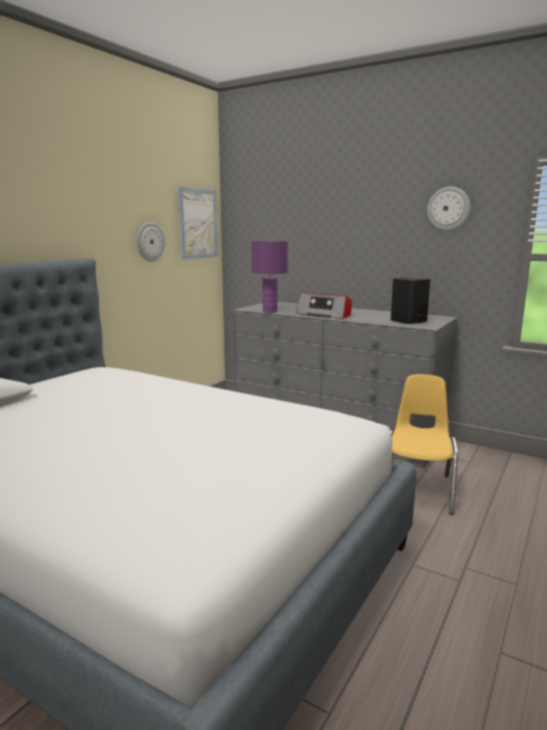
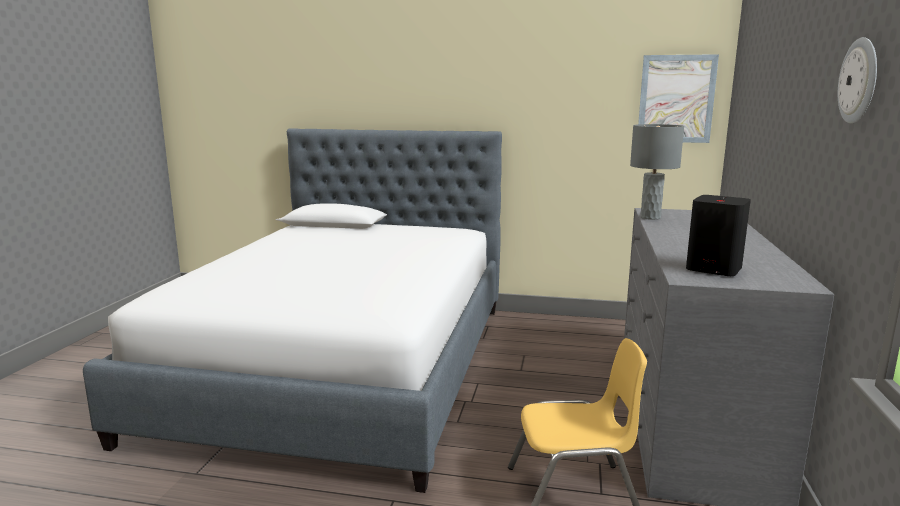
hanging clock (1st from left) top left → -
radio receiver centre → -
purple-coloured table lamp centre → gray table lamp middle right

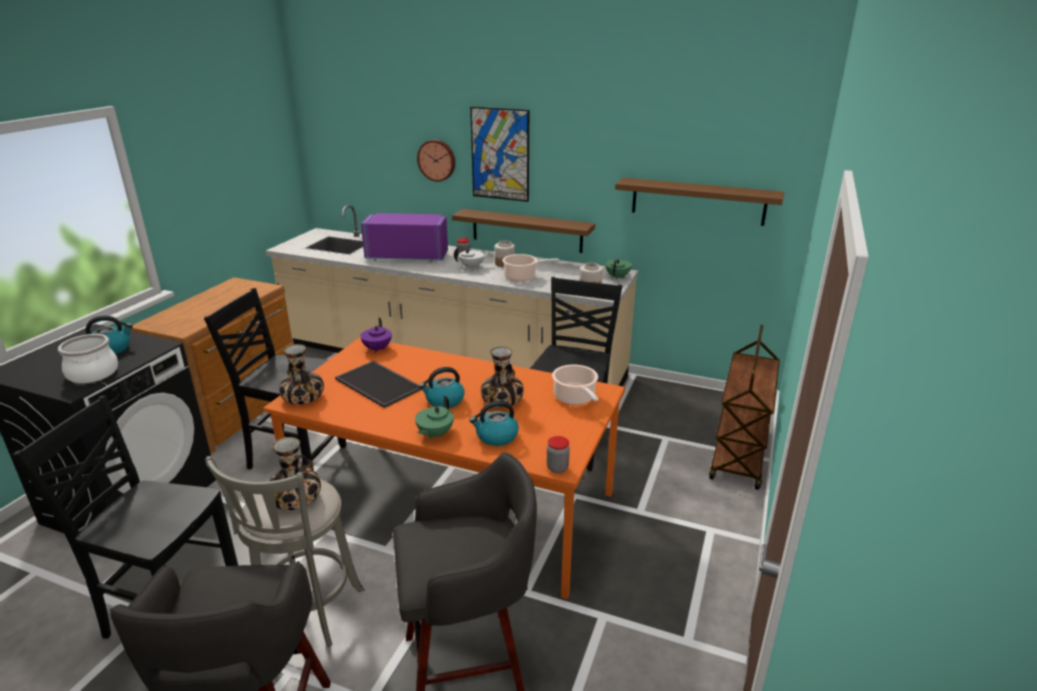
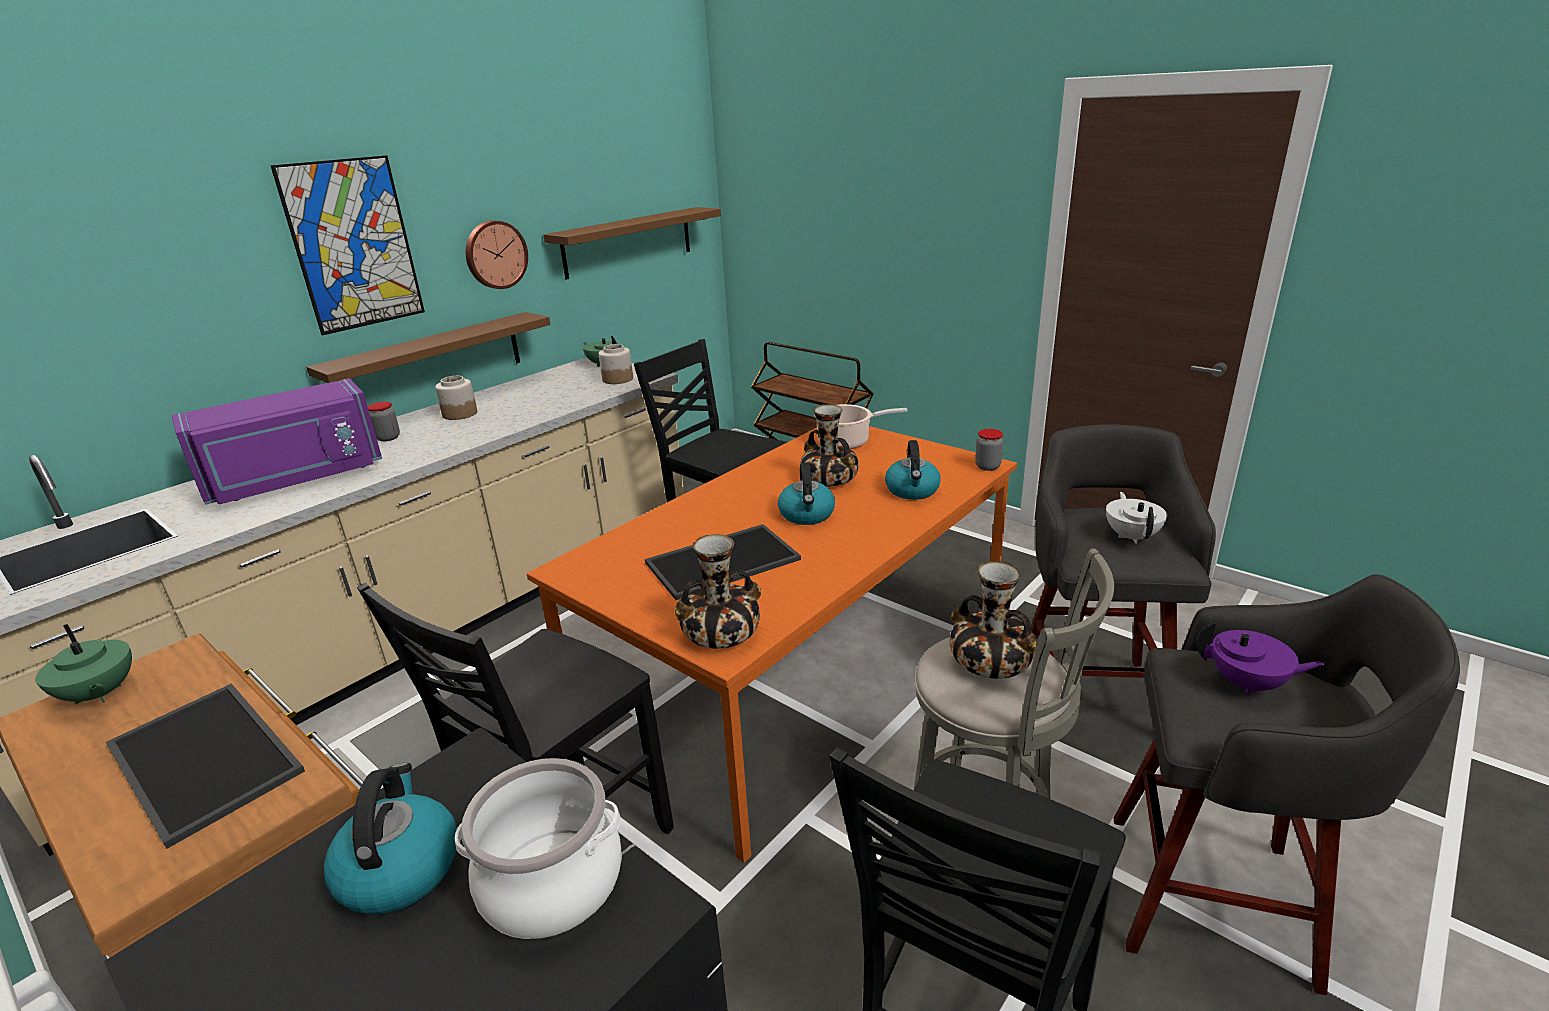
saucepot (2nd from left) centre → -
- → carrying tray (1st from left) bottom left
purple-coloured tea pot centre → purple-coloured tea pot middle right, move
greenish tea pot (1st from left) centre → greenish tea pot (1st from left) middle left, move
hanging clock top centre → hanging clock top left, move
white-coloured tea pot centre → white-coloured tea pot middle right, move
purple-coloured microwave oven centre → purple-coloured microwave oven middle left, 150 degrees counterclockwise

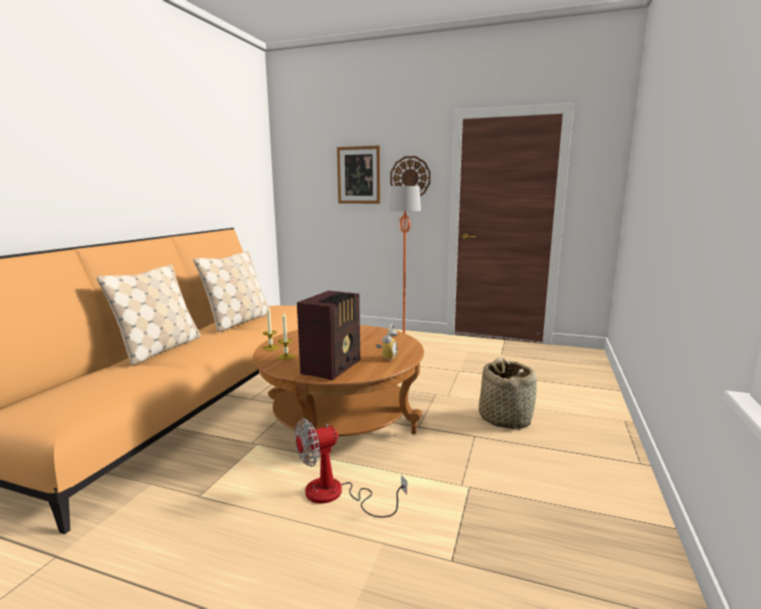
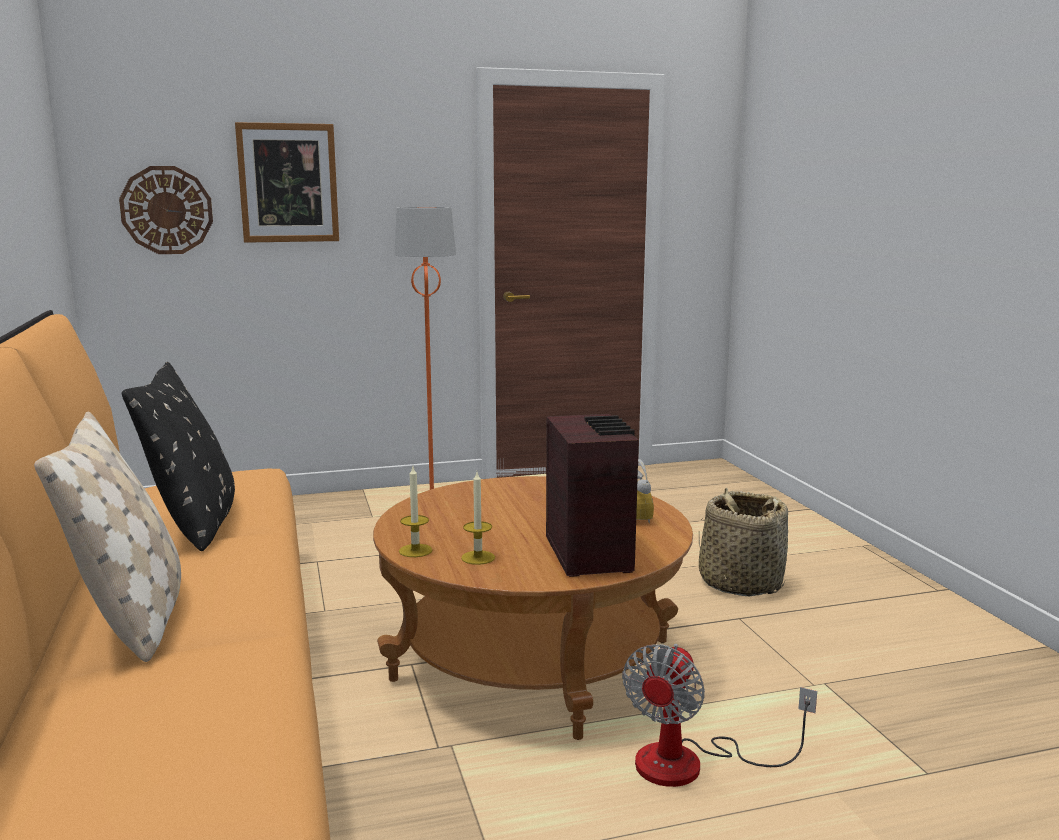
hanging clock top centre → hanging clock top left, move
sand-coloured pillow (2nd from left) middle left → blackish pillow middle left

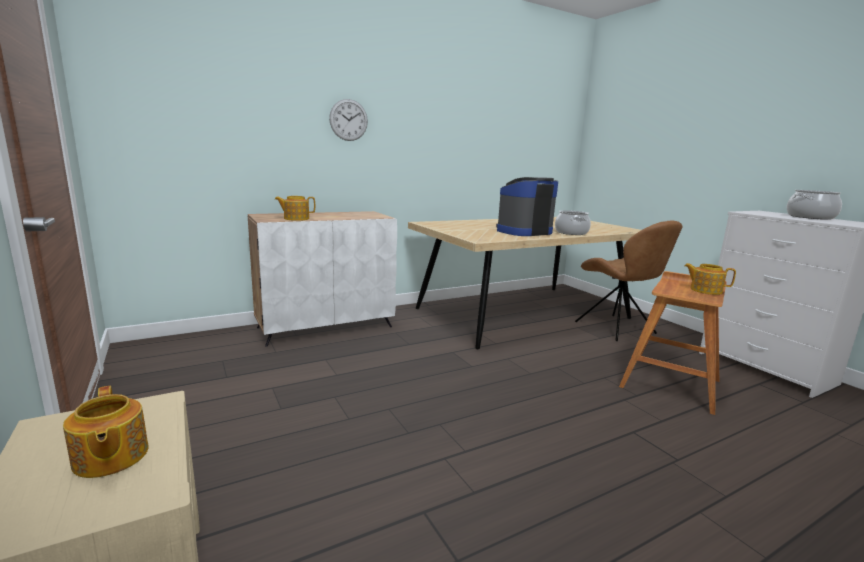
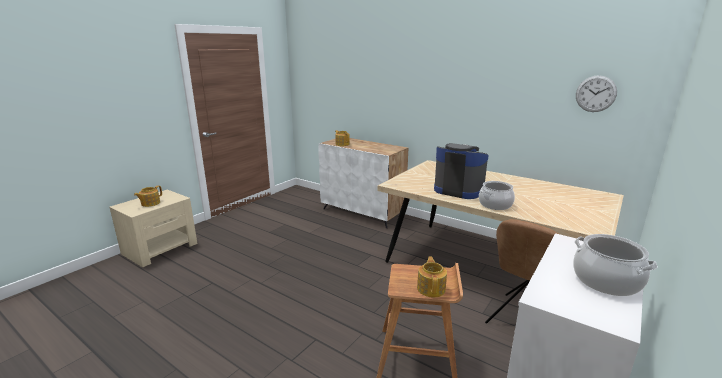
hanging clock top centre → hanging clock top right, move

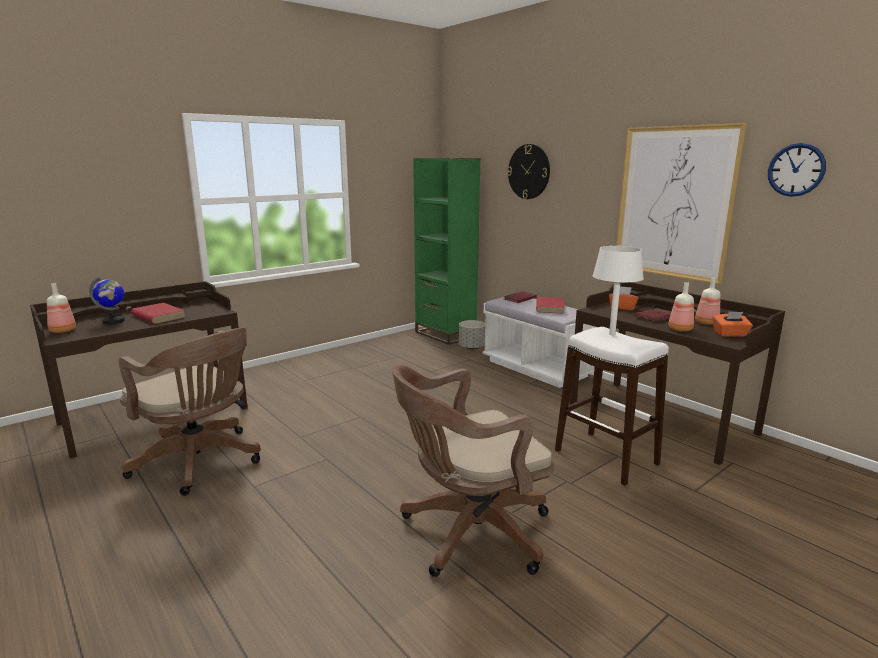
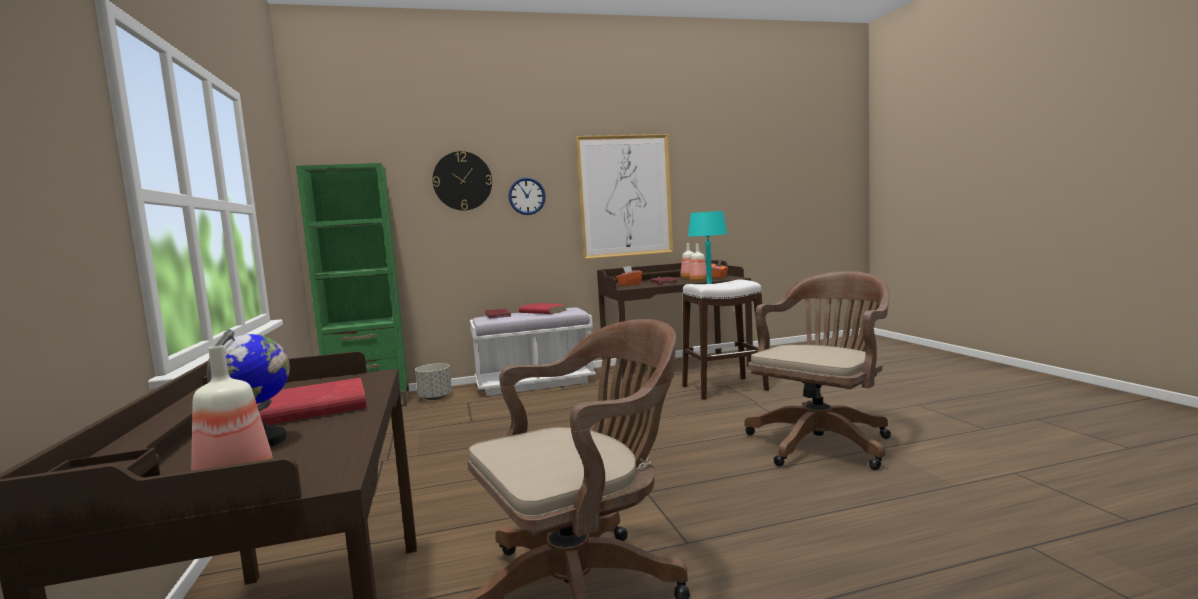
hanging clock (2nd from left) top right → hanging clock (2nd from left) top centre, move
white-coloured table lamp middle right → blue-green table lamp centre
brown-coloured computer chair (2nd from left) bottom centre → brown-coloured computer chair (2nd from left) middle right, 135 degrees counterclockwise

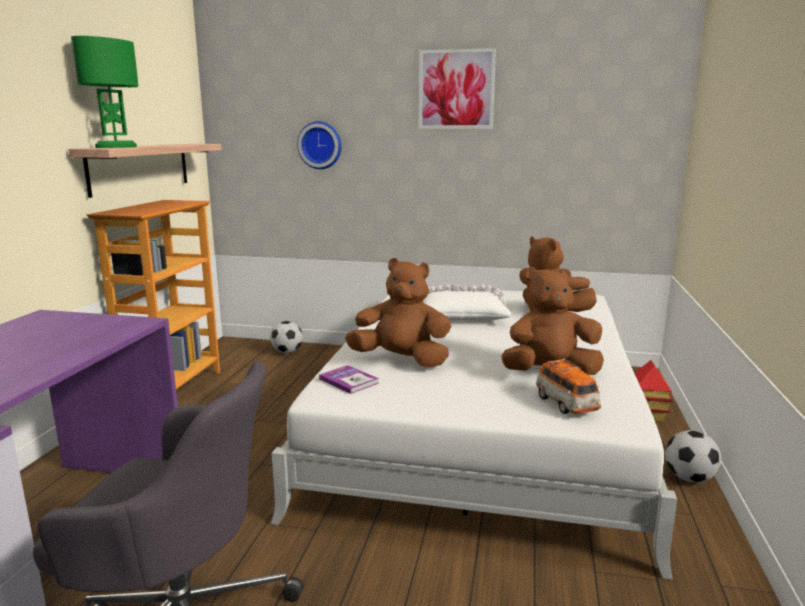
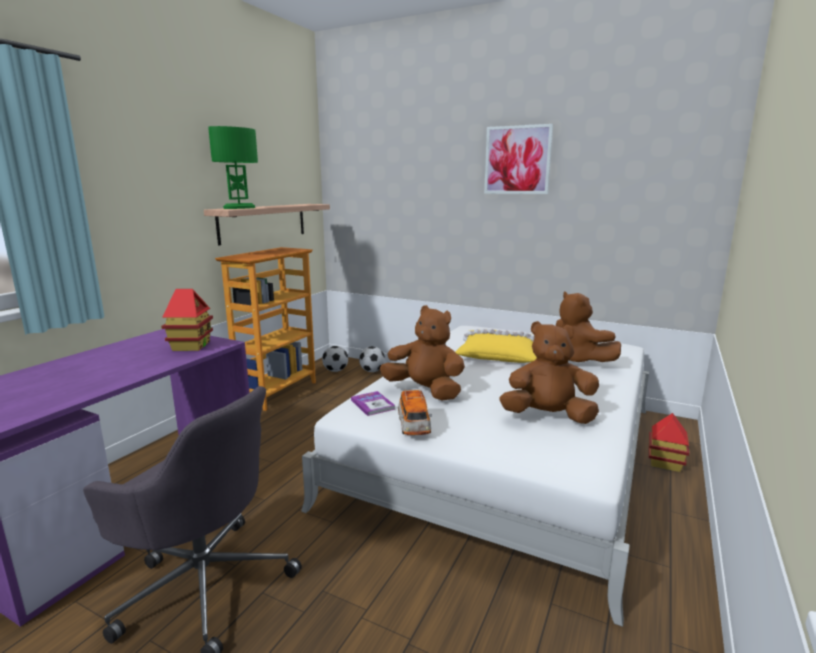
hanging clock top centre → -
- → miniature house (1st from left) middle left
toy car middle right → toy car centre, move
football ball (2nd from left in the first image) bottom right → football ball (1st from left) centre, move
white-coloured pillow centre → yellow-coloured pillow centre

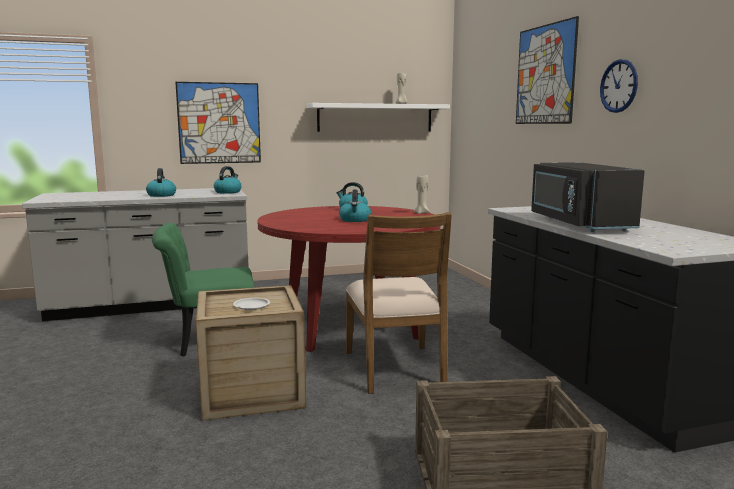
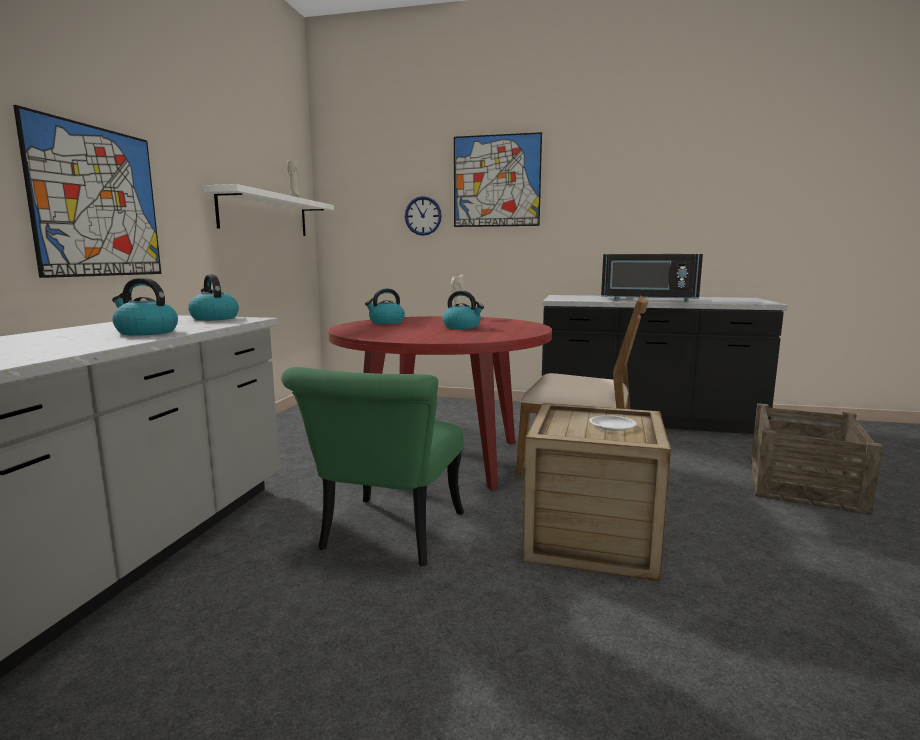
hanging clock top right → hanging clock top centre, move

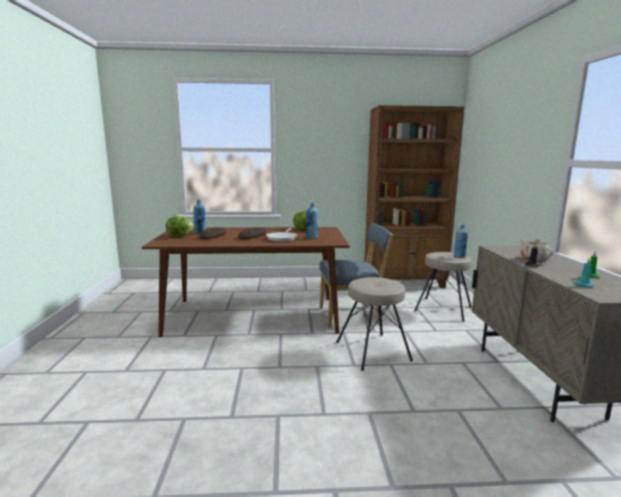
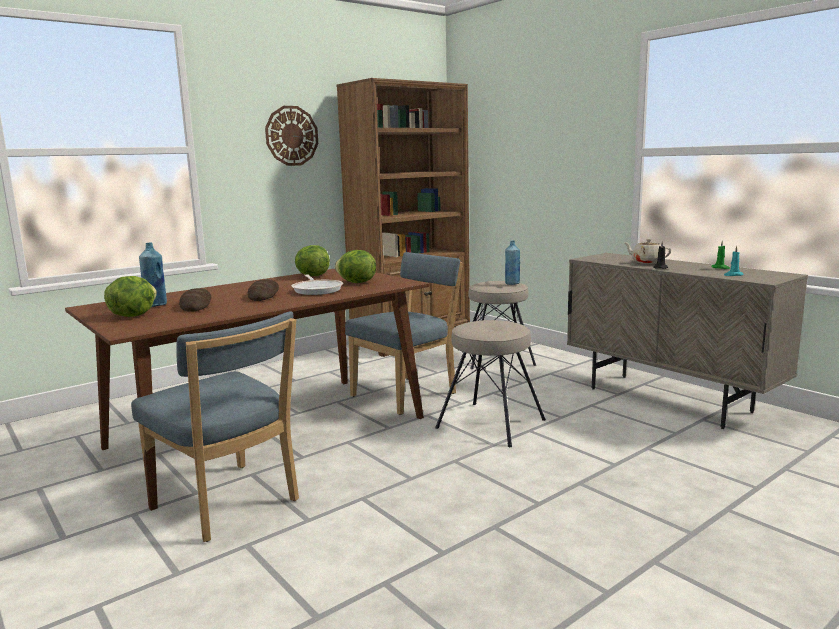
- → blue-coloured plain chair (1st from left) bottom left
- → hanging clock top centre
blue-coloured drink bottle (2nd from left) centre → head of lettuce (3rd from left) centre

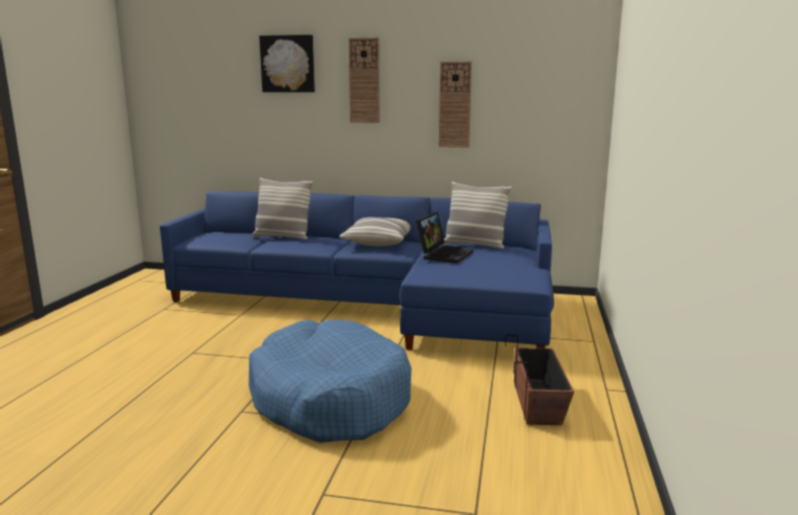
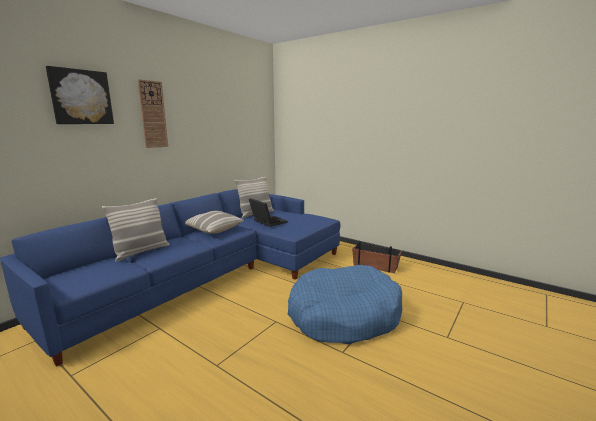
hanging clock (2nd from left) top centre → -

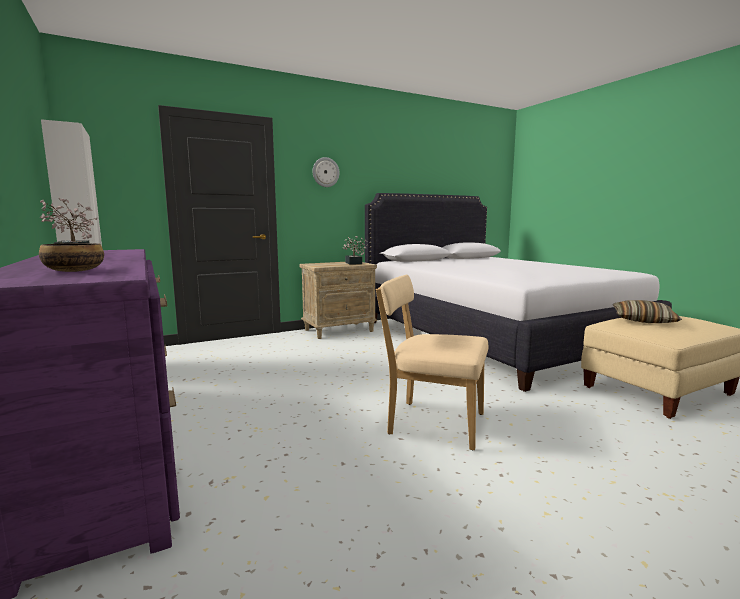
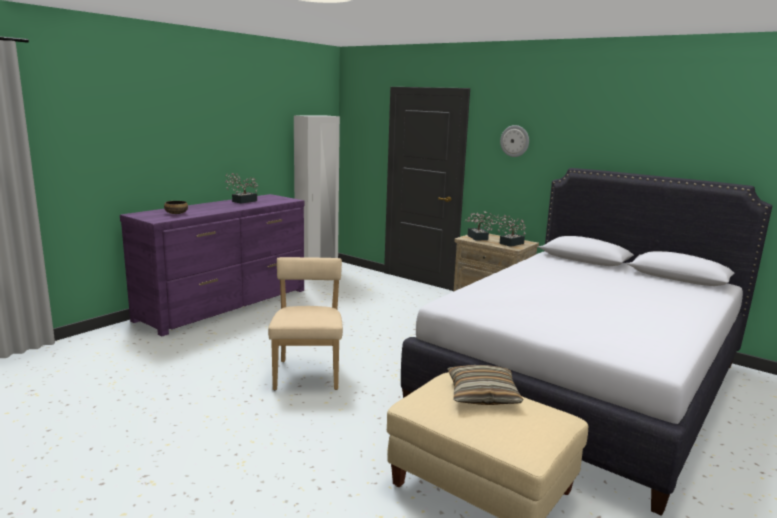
- → potted plant (2nd from left) centre

